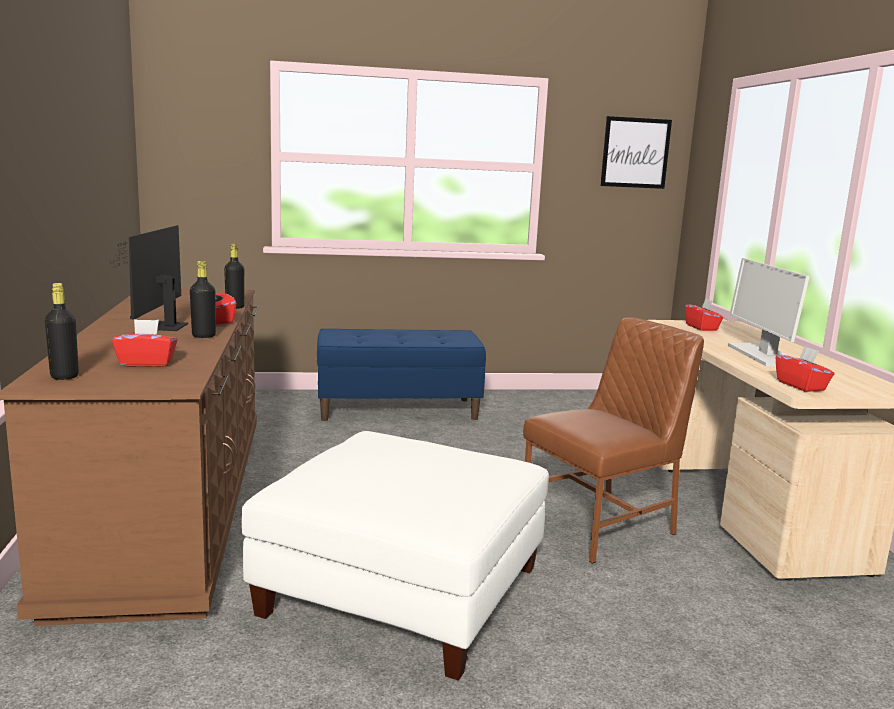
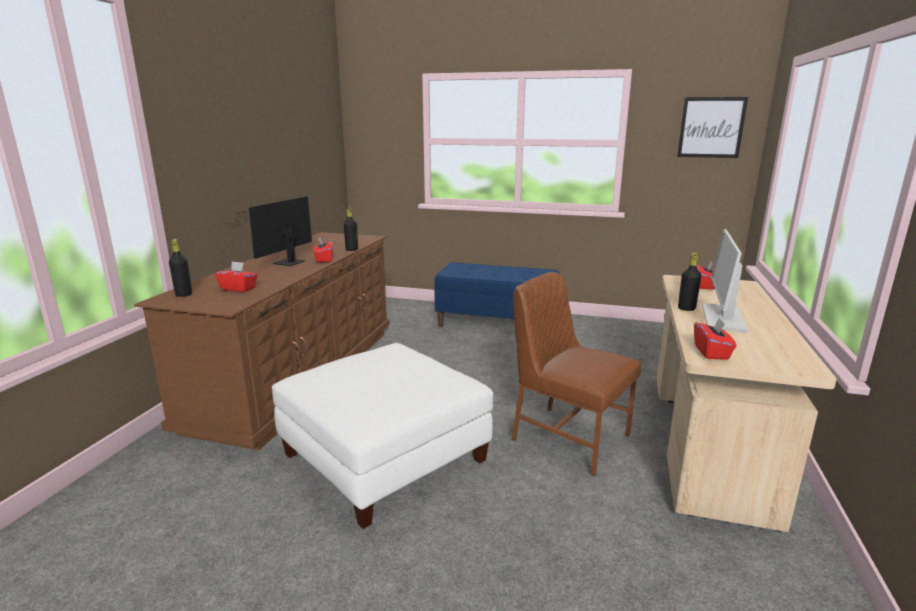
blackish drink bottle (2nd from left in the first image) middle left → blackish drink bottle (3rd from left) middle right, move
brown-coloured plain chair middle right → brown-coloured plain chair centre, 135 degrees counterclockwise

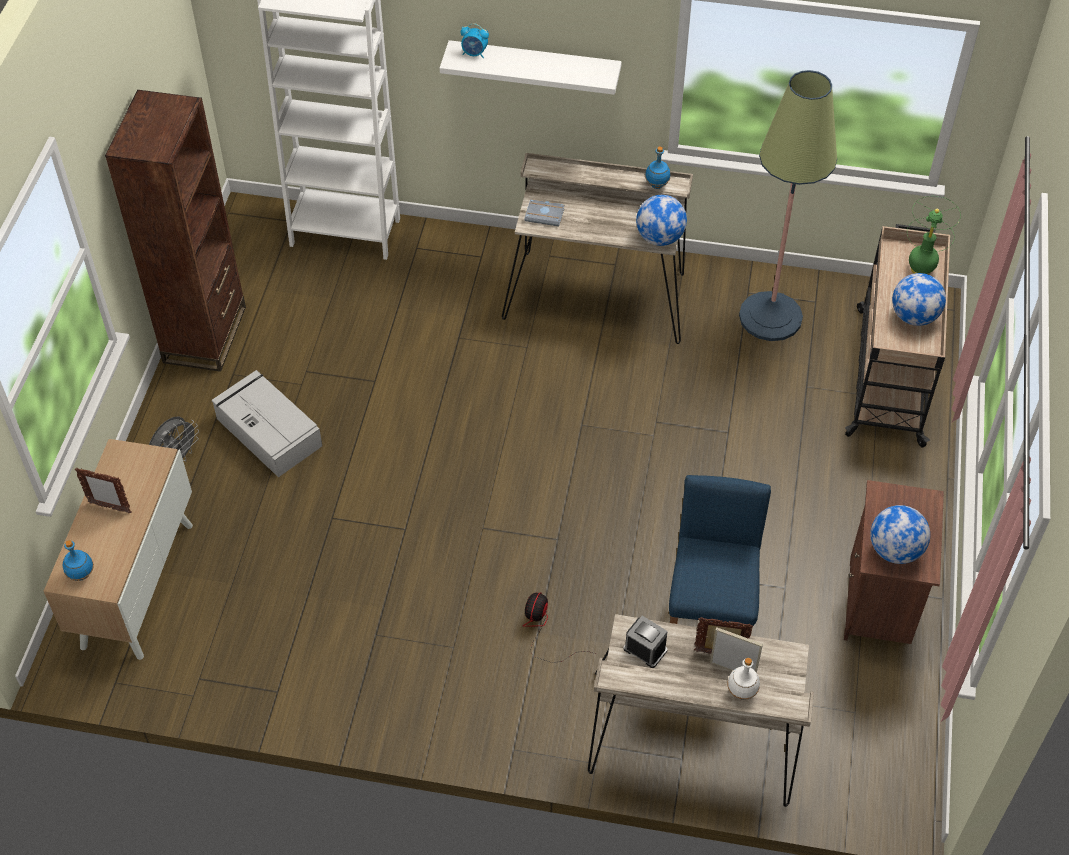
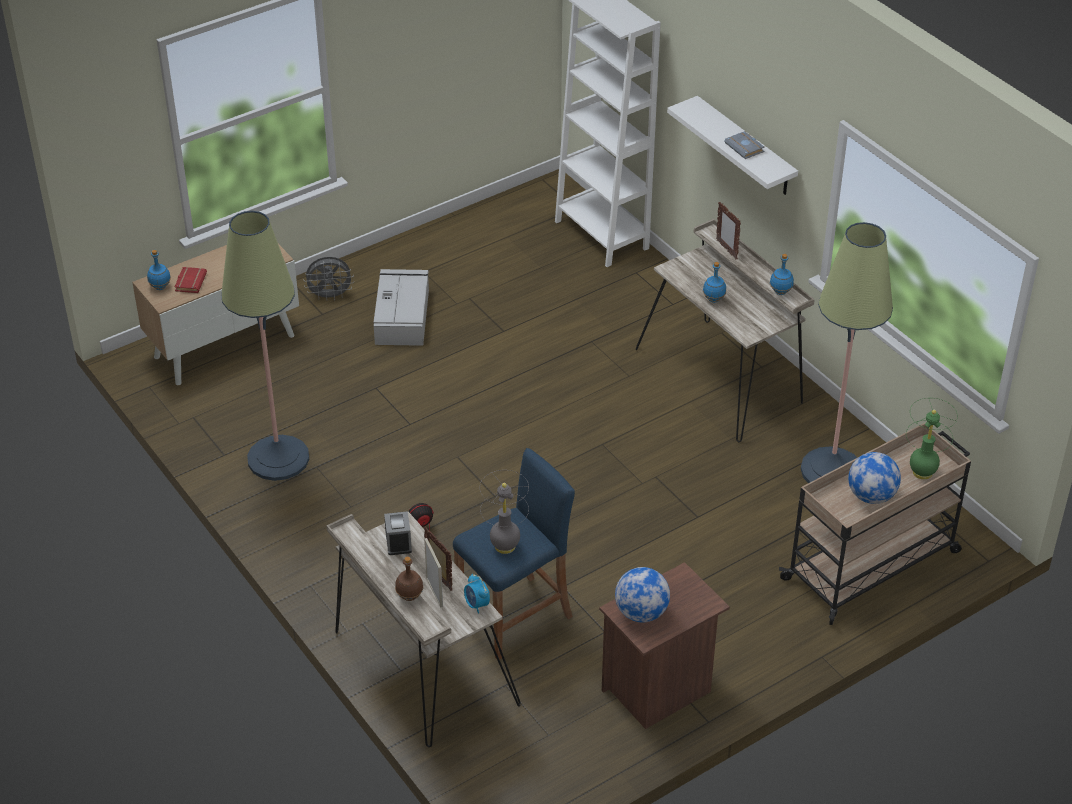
brown-coloured bookcase top left → -
desk globe (1st from left) top centre → -
- → red-coloured book middle left
- → standing lamp (1st from left) middle left
- → gray table lamp centre
- → blue-coloured drink bottle (2nd from left) centre
picture frame (1st from left in the first image) middle left → picture frame (3rd from left) top right, move
table clock (1st from left in the first image) top centre → table clock (2nd from left) bottom centre, move
gray book top centre → gray book top right, move
white-coloured drink bottle bottom right → brown-coloured drink bottle bottom centre

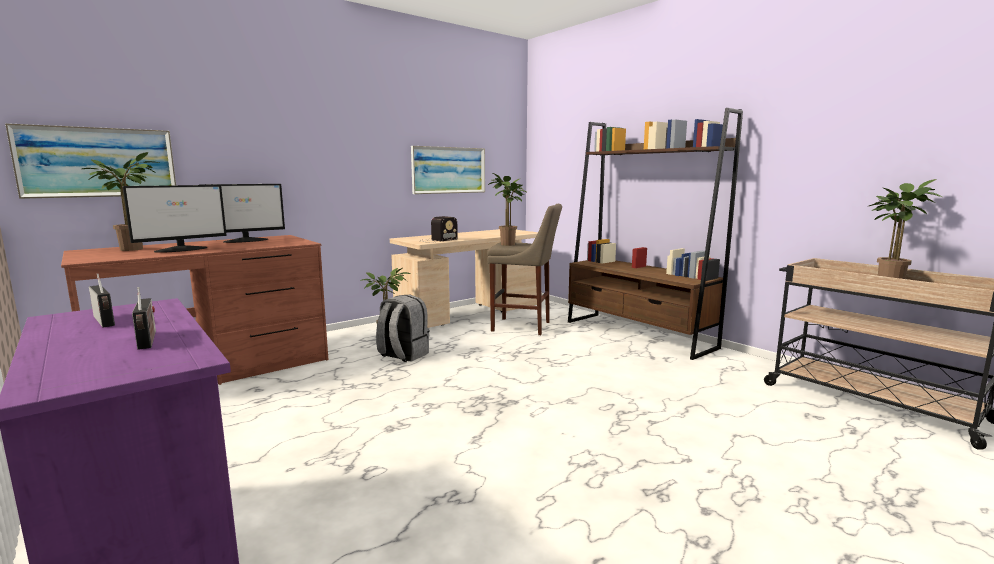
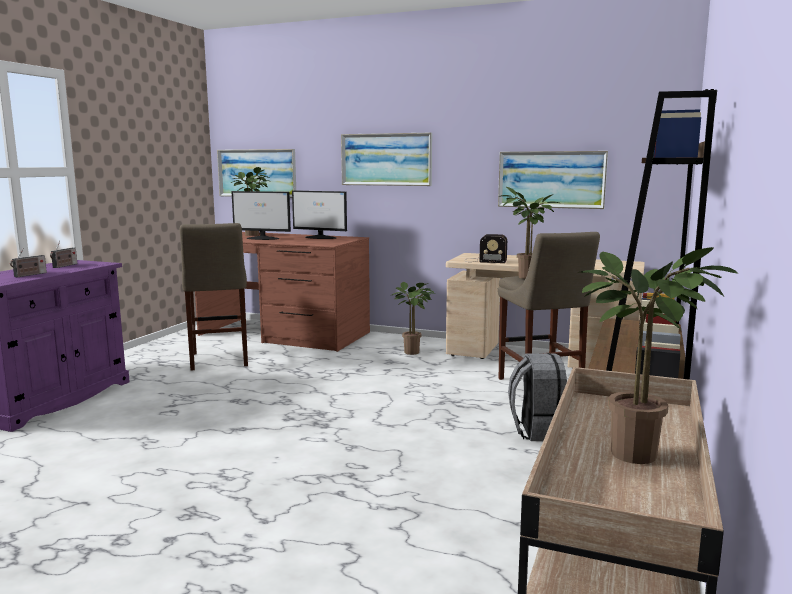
- → sand-coloured stool seat (1st from left) middle left
- → picture (2nd from left) top centre
gray knapsack centre → gray knapsack bottom right, move

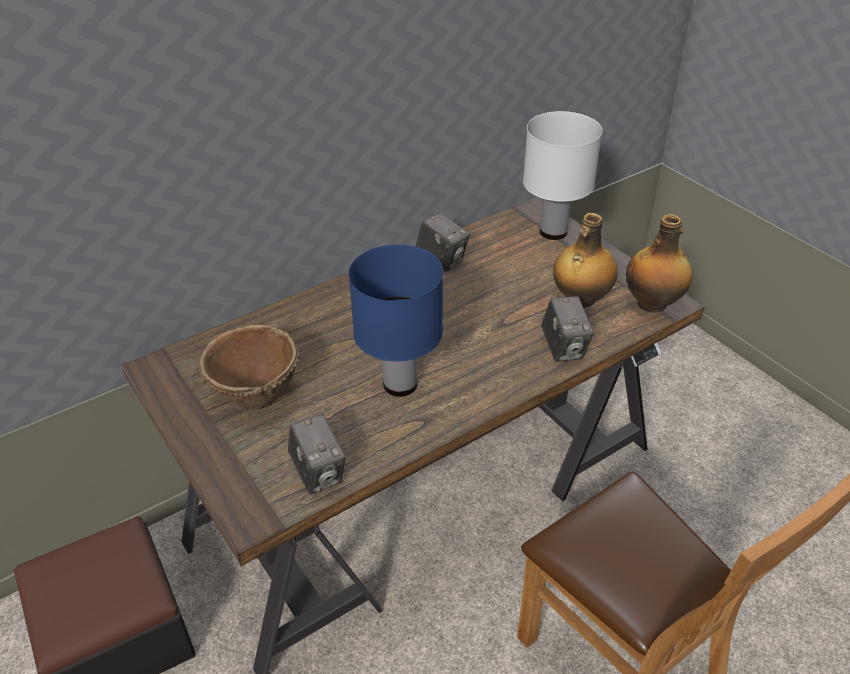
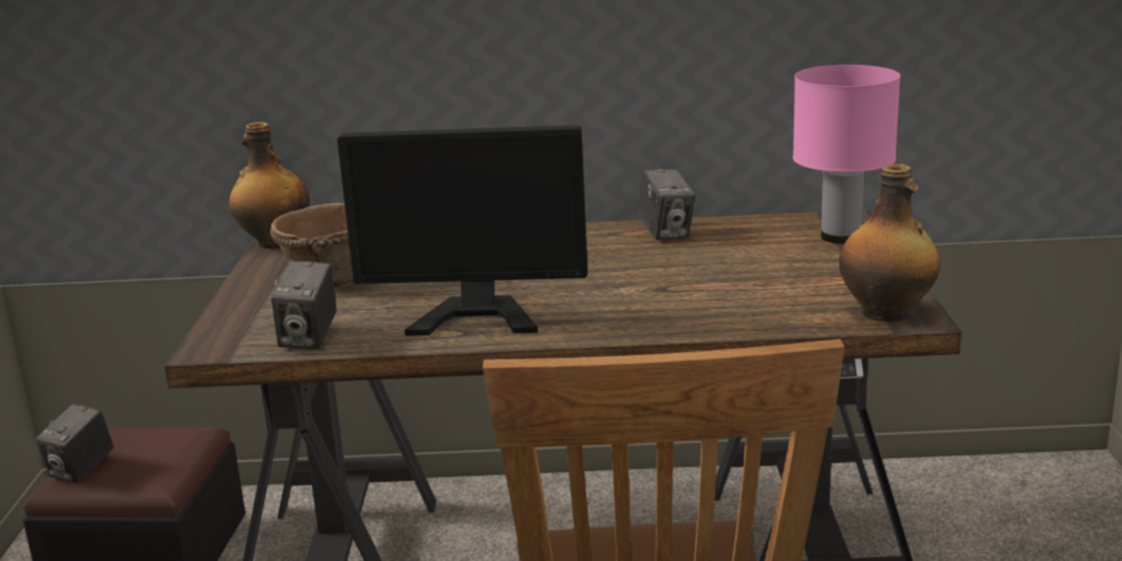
photo camera (3rd from left in the first image) middle right → photo camera (1st from left) bottom left, move
drink bottle (1st from left) middle right → drink bottle (1st from left) top left, move
blue-coloured table lamp centre → monitor centre
white-coloured table lamp top centre → pink table lamp top right

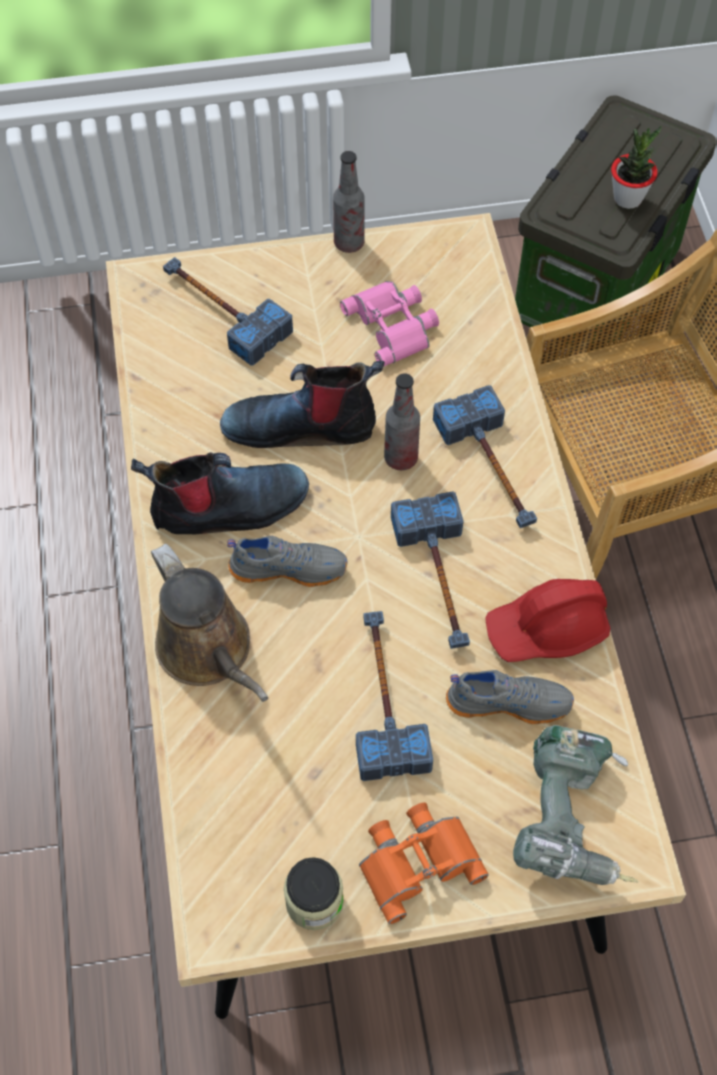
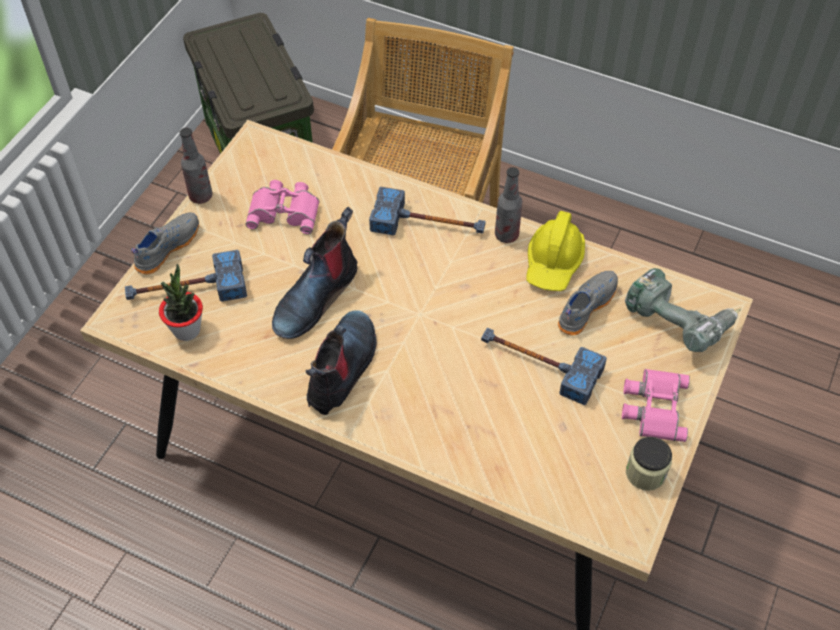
brown-coloured watering can middle left → -
hand hammer (3rd from left) centre → -
gray low shoe (1st from left) centre → gray low shoe (1st from left) middle left, move
drink bottle (2nd from left) centre → drink bottle (2nd from left) top centre, move
potted plant top right → potted plant middle left, move
orangey binoculars bottom centre → pink binoculars (2nd from left) middle right
red-coloured work helmet middle right → yellow-coloured work helmet centre

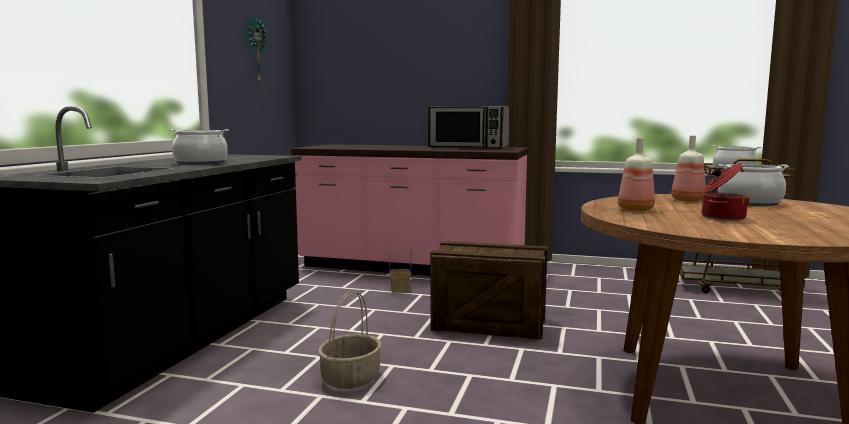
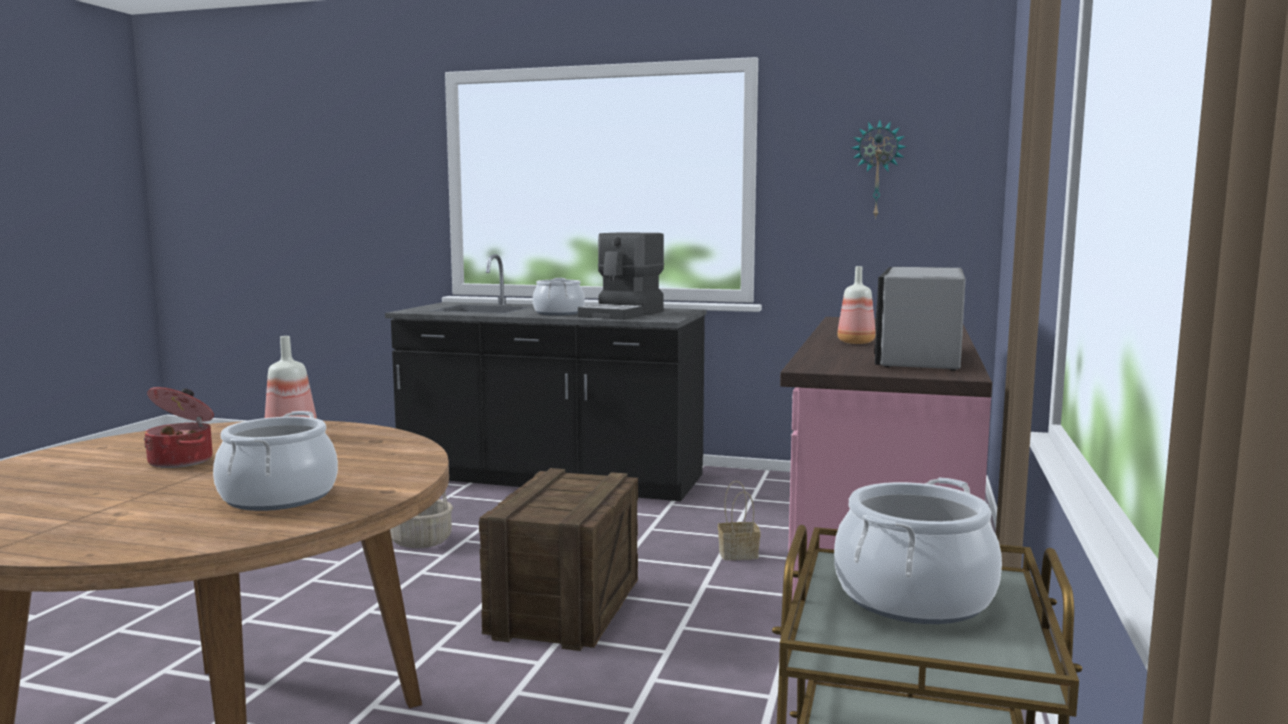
- → coffee brewer centre
drink bottle (2nd from left) middle right → drink bottle (2nd from left) centre, move

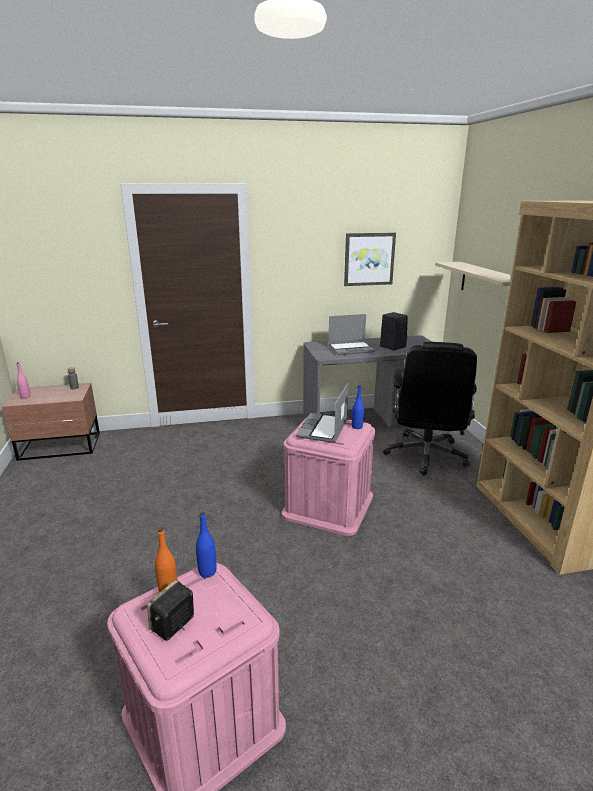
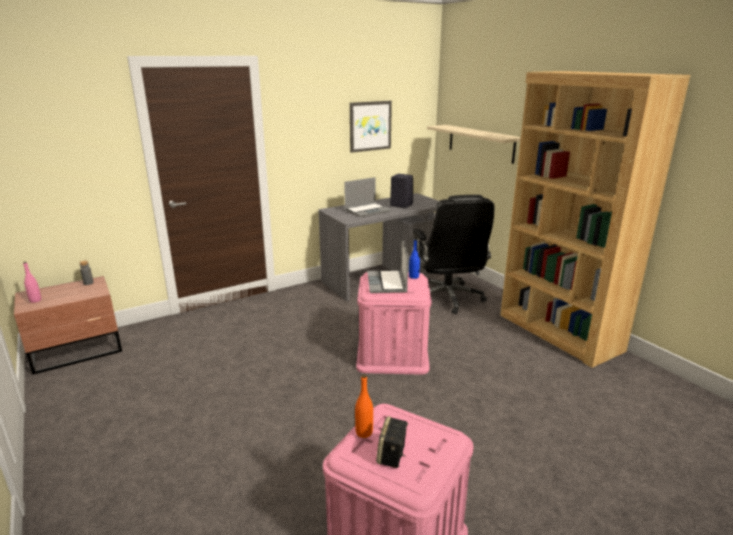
blue-coloured drink bottle (1st from left) bottom centre → -

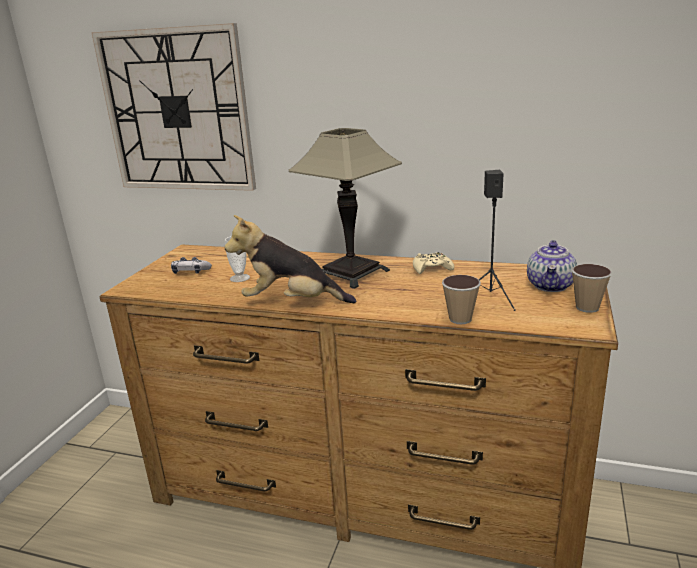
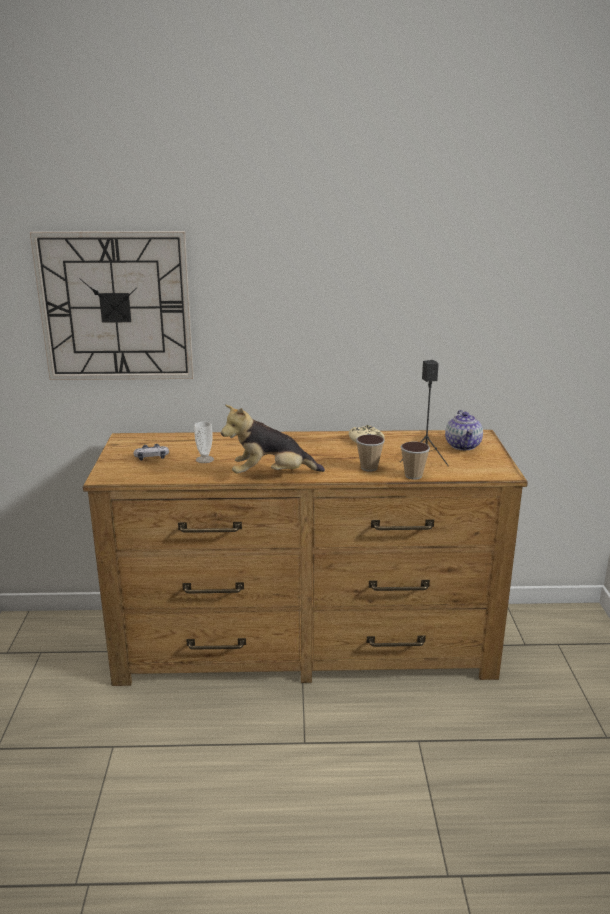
table lamp centre → -
drinking cup (3rd from left in the first image) middle right → drinking cup (2nd from left) centre, move

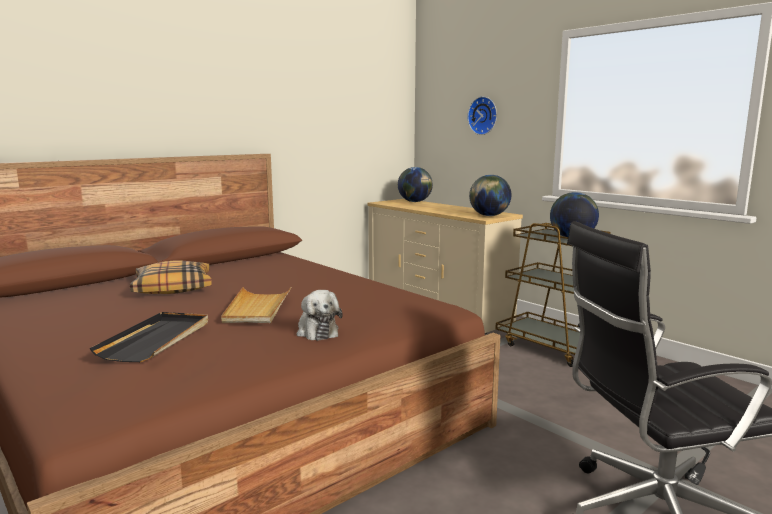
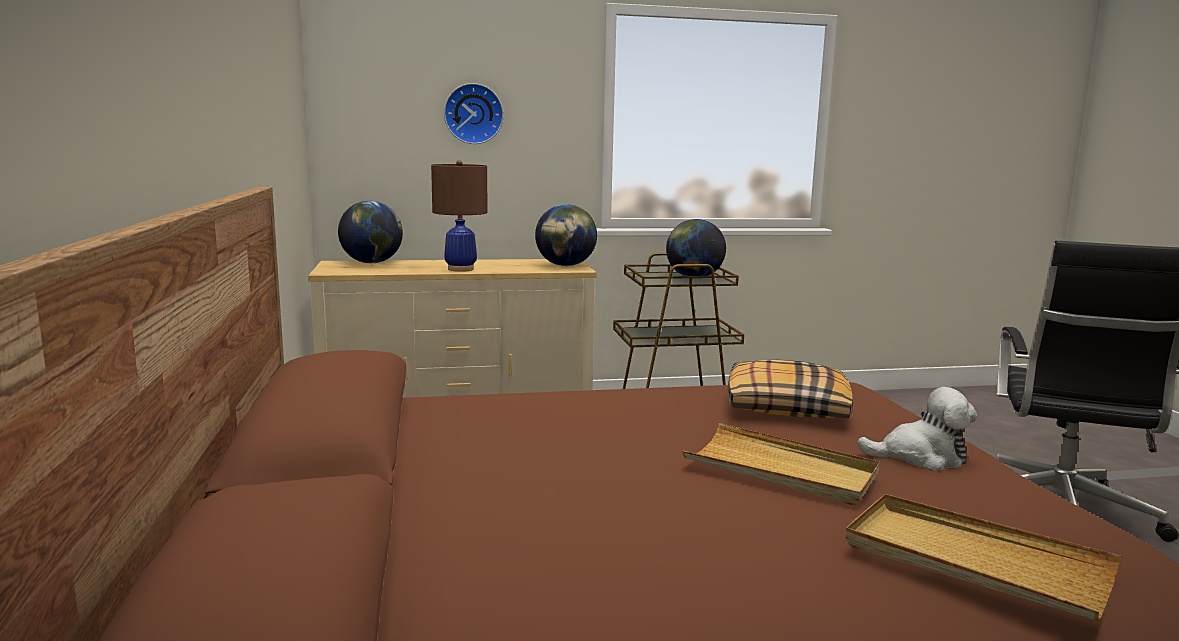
- → brown-coloured table lamp centre
pillow middle left → pillow middle right, move
blackish carrying tray middle left → sand-coloured carrying tray (2nd from left) bottom right

